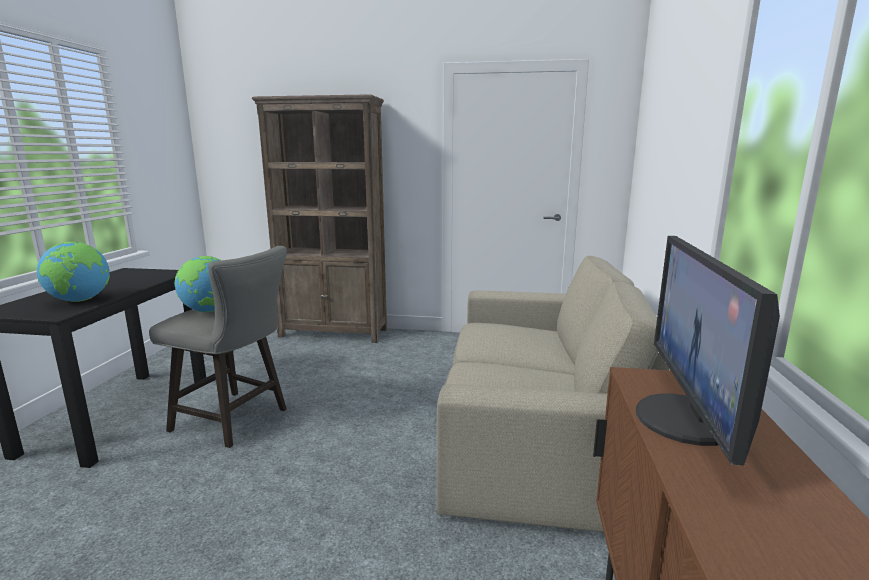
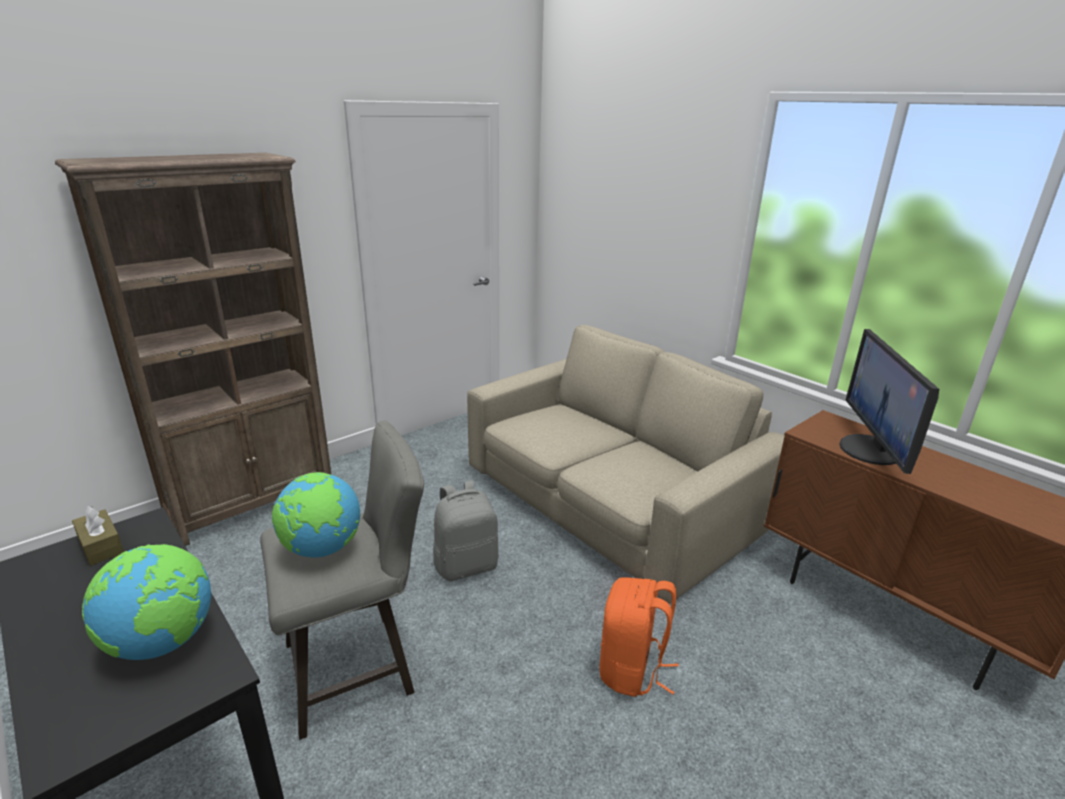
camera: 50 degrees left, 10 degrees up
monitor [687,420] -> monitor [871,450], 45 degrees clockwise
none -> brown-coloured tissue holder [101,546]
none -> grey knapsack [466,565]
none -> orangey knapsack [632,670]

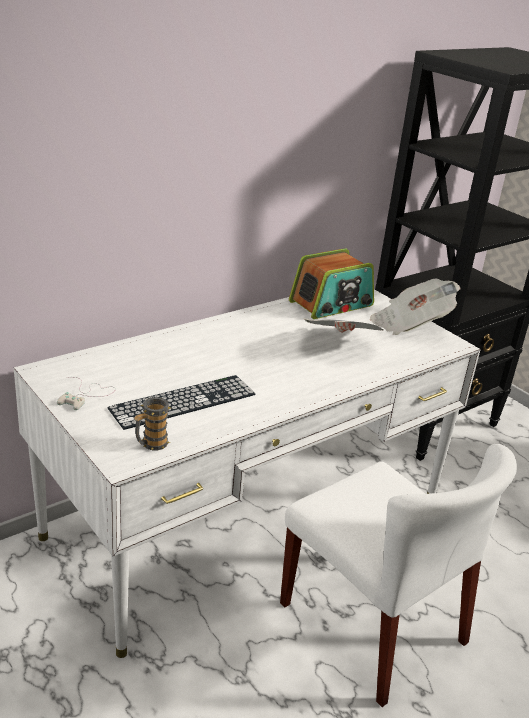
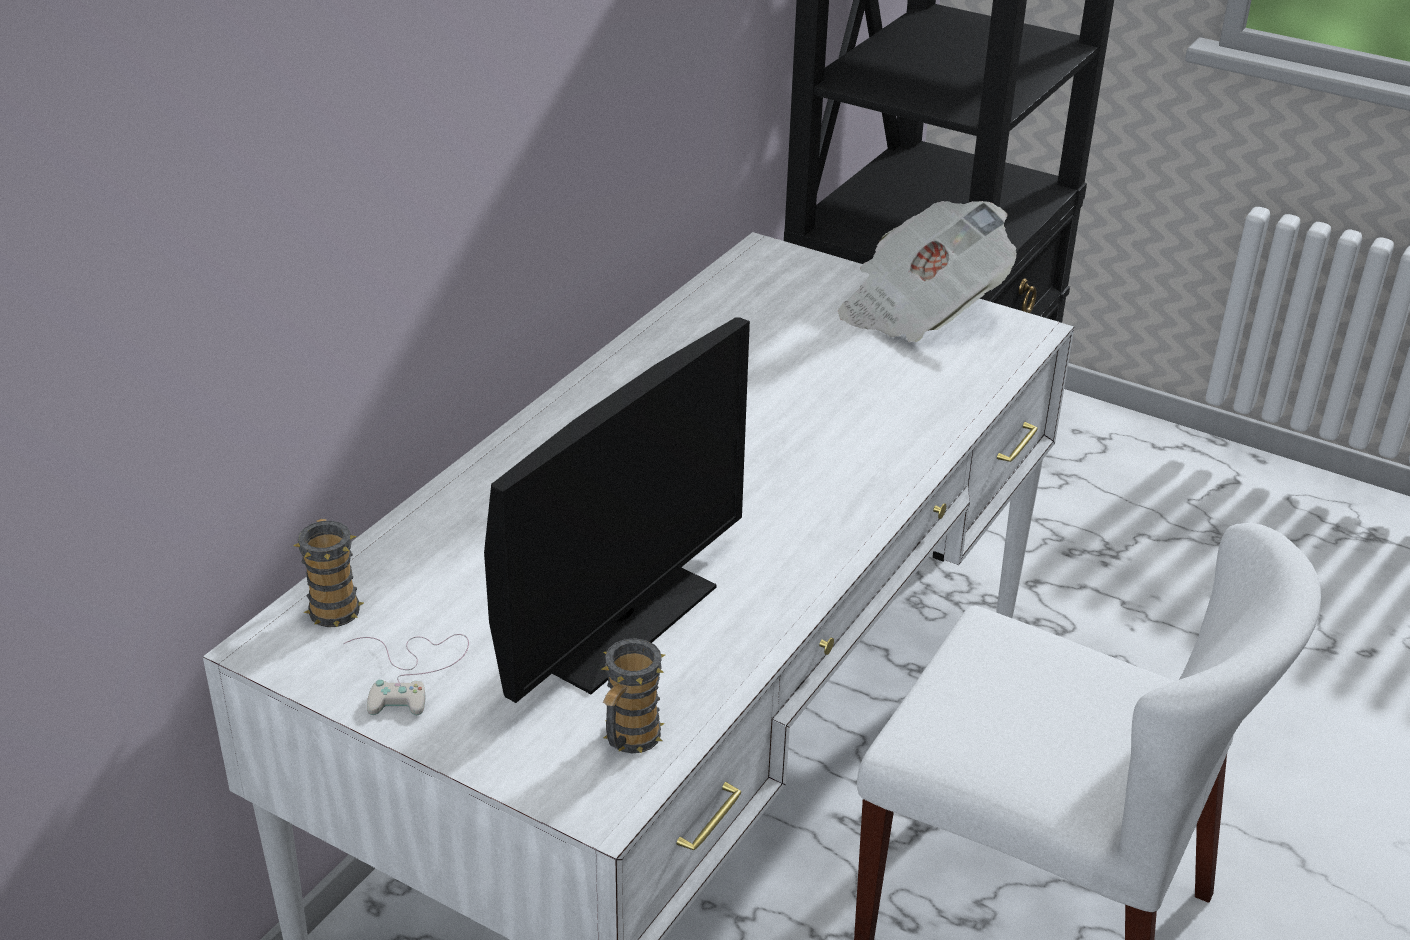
camera: 20 degrees left, 5 degrees up
PC keyboard [183,401] -> monitor [620,620]
radio set [331,304] -> none
newspaper [339,344] -> none
none -> mug [333,604]

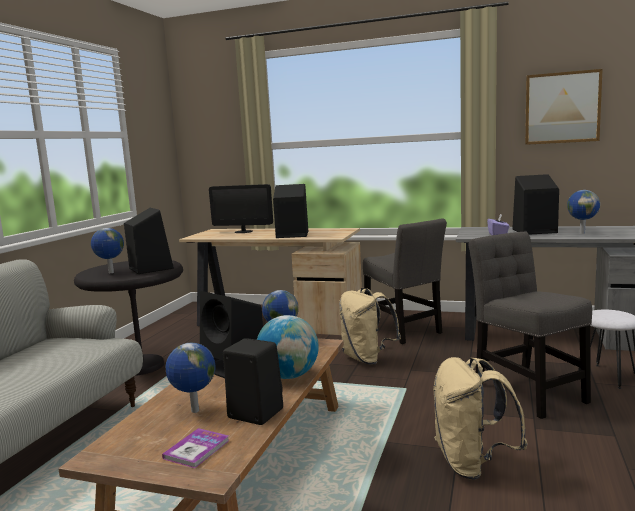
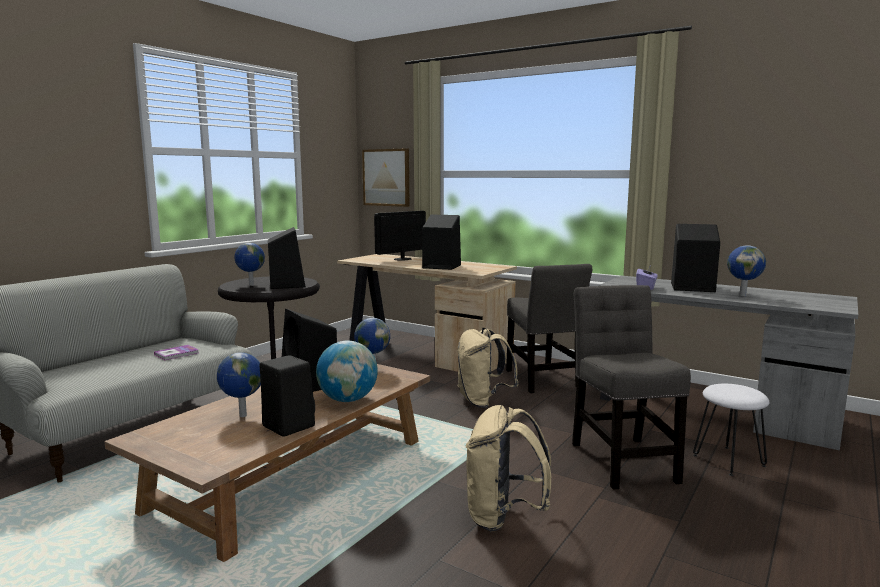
camera: 15 degrees right, 0 degrees up
bound book [196,449] -> bound book [176,354], shifted
monitor [243,231] -> monitor [402,259], 105 degrees clockwise
picture [562,108] -> picture [386,177], shifted

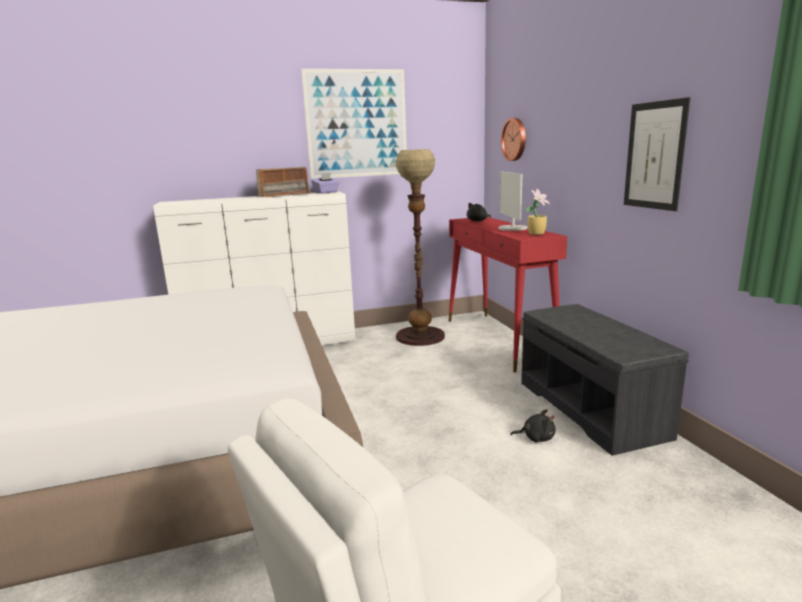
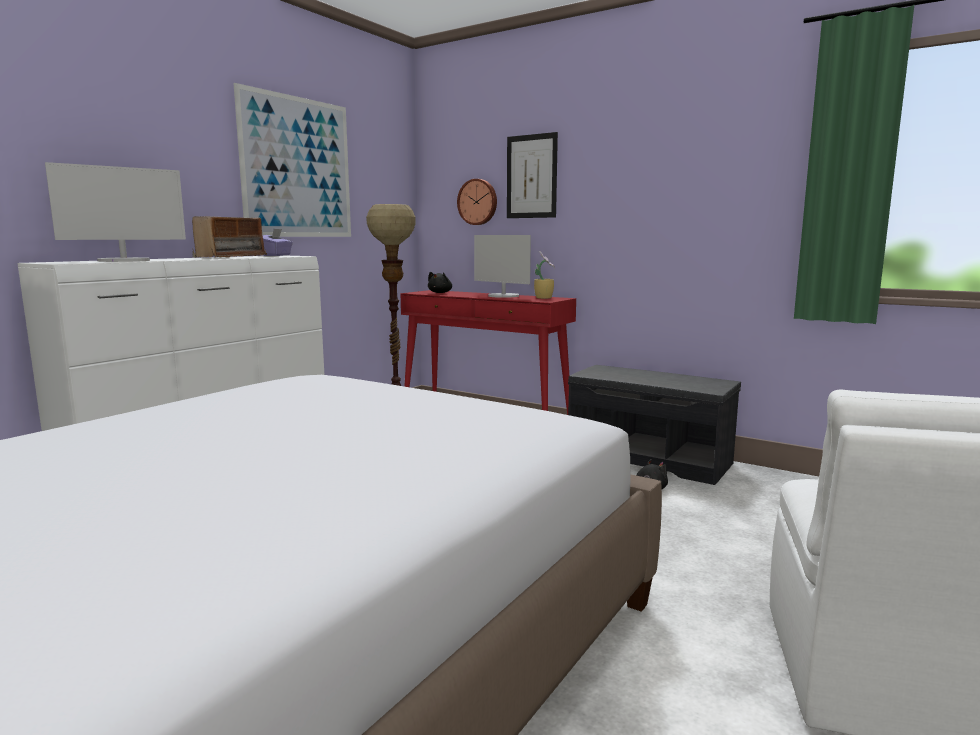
camera: 40 degrees left, 5 degrees down
picture [654,155] -> picture [531,176], shifted
none -> monitor [124,261]

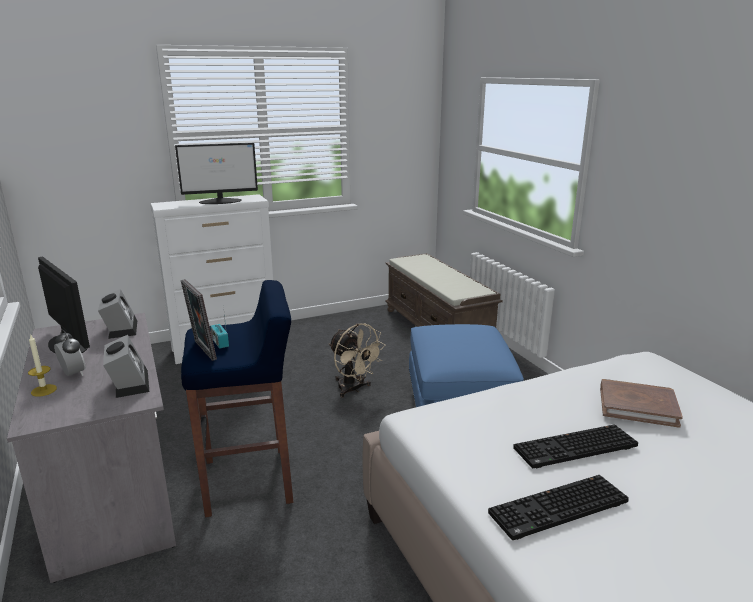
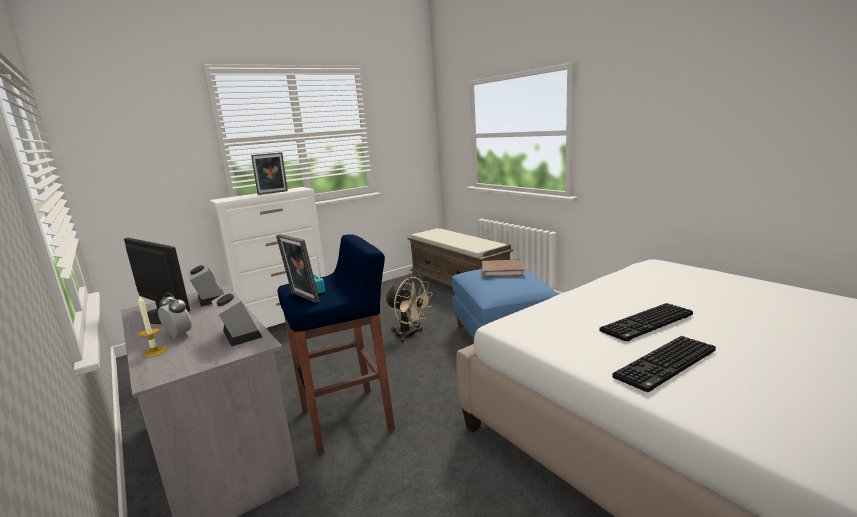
camera: 10 degrees left, 5 degrees down
monitor [221,201] -> standing frame [273,193]
brown-coloured bound book [637,406] -> brown-coloured bound book [502,271], shifted

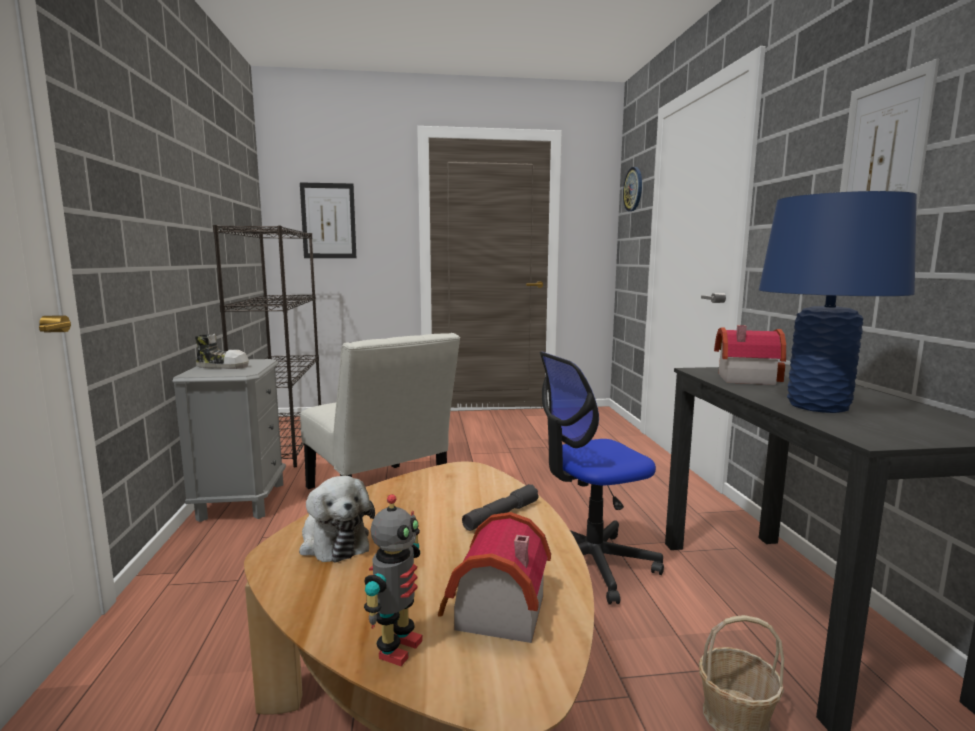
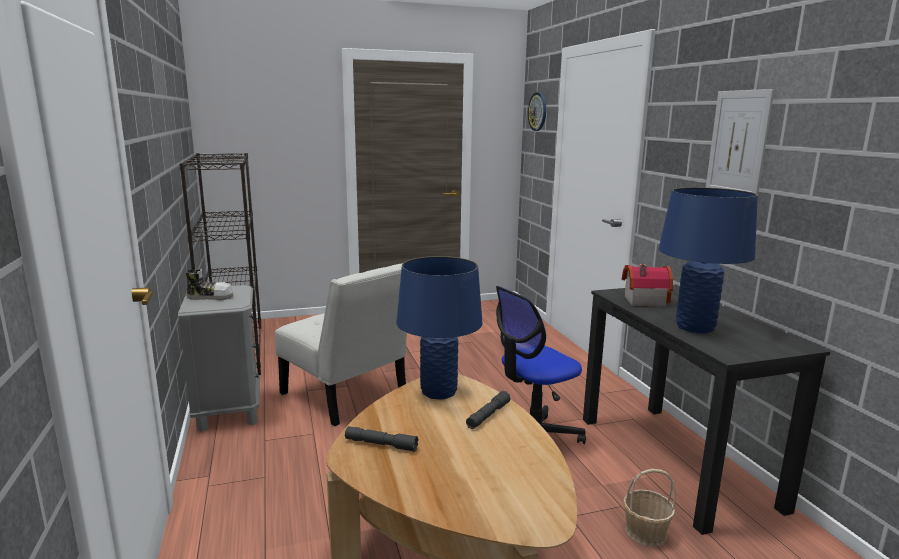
camera: 10 degrees left, 5 degrees up
soft toy [333,541] -> grey hand torch [381,444]
picture [328,221] -> none
robot figure [397,648] -> none
toy house [493,613] -> none
none -> bluish table lamp [438,392]

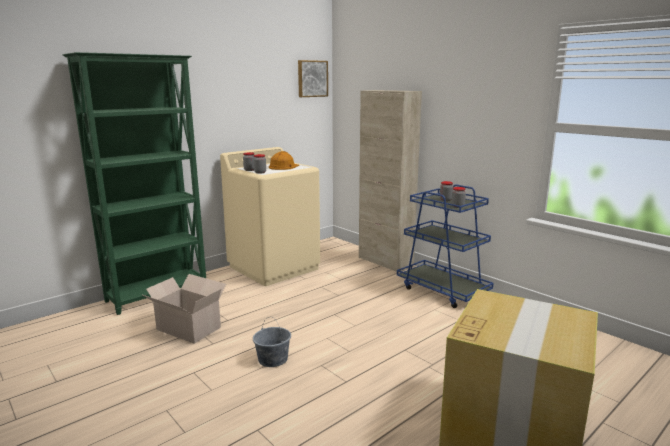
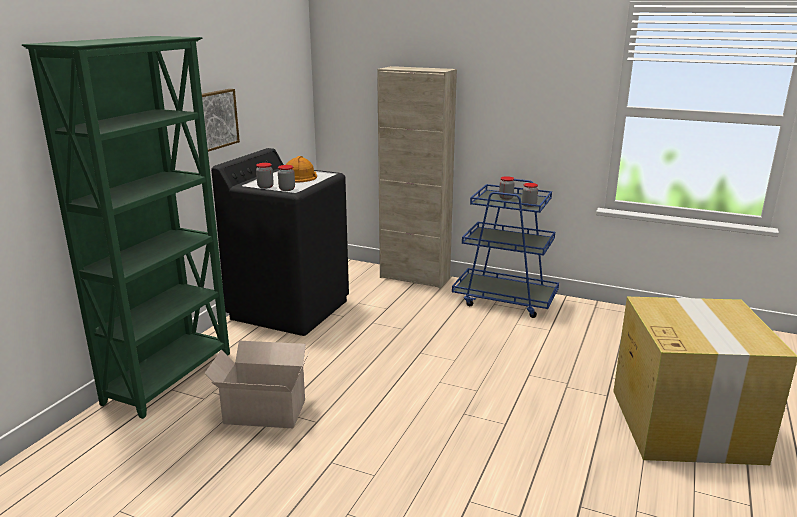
camera: 25 degrees left, 5 degrees up
sand-coloured laundry appliance [274,267] -> black laundry appliance [290,309]
grey water bucket [272,359] -> none
picture [312,78] -> picture [215,119], shifted

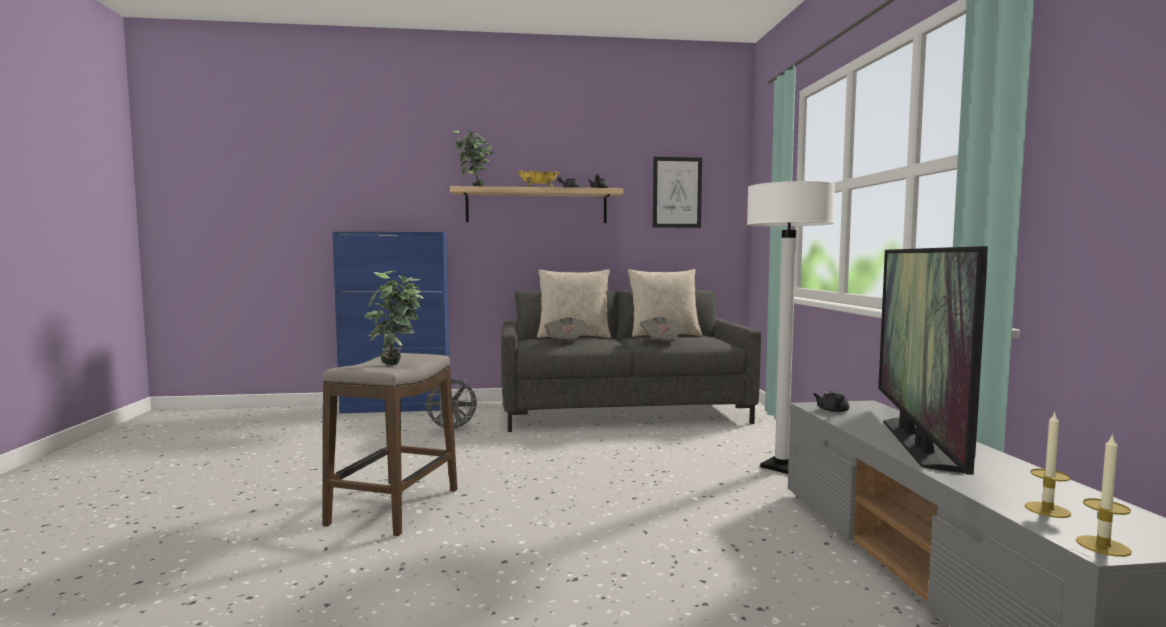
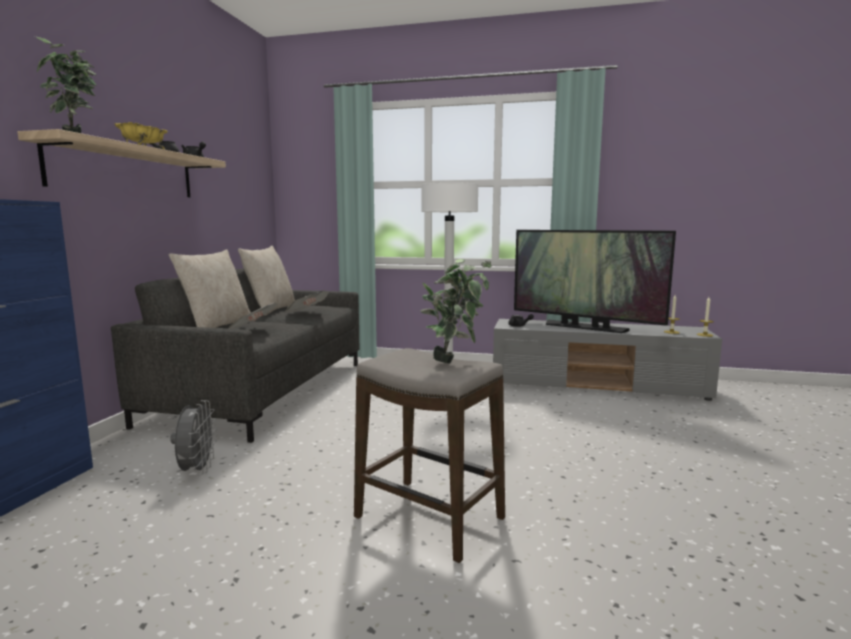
camera: 70 degrees left, 5 degrees up
picture [677,192] -> none

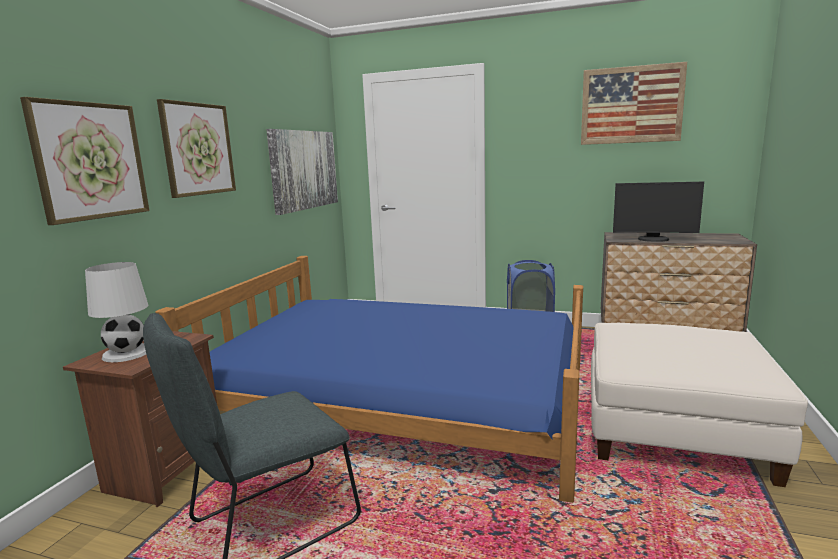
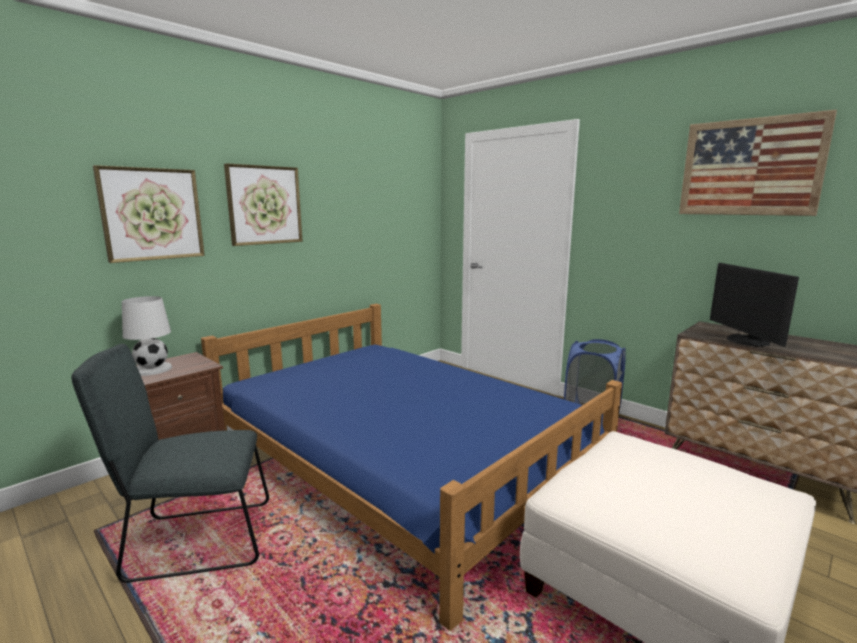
camera: 25 degrees right, 0 degrees up
picture [304,170] -> none
monitor [653,239] -> monitor [746,341], 45 degrees clockwise

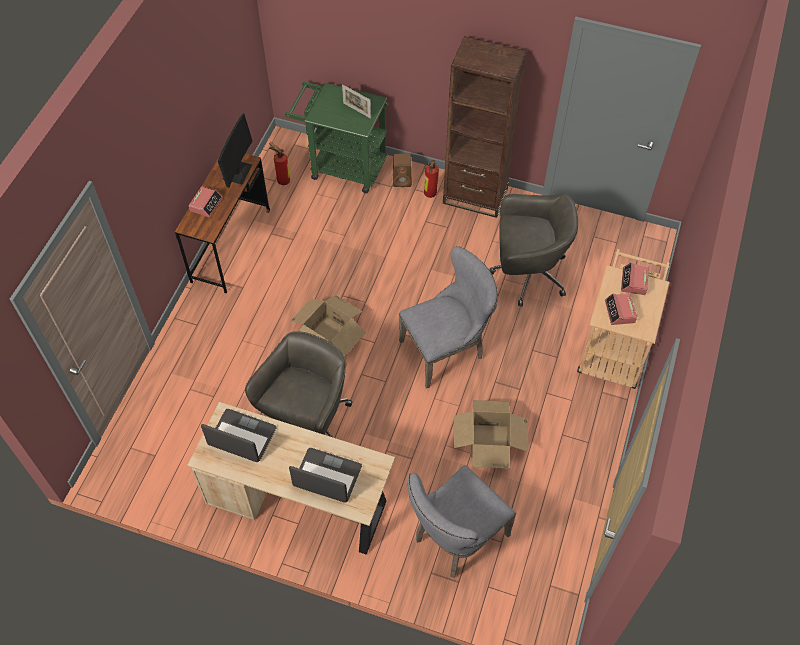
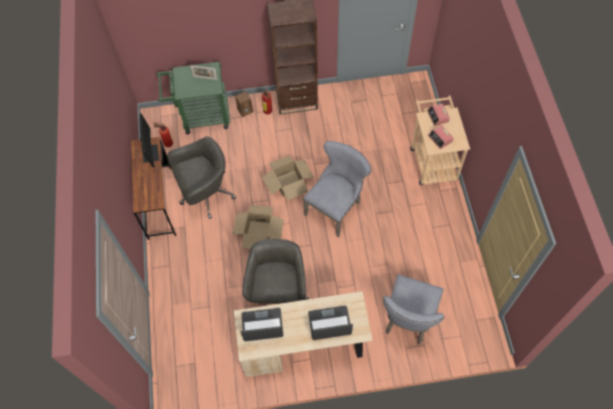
camera: 25 degrees left, 5 degrees up
alarm clock [206,204] -> none
packing box [489,441] -> packing box [289,183], shifted
grey desk chair [527,274] -> grey desk chair [205,194], shifted

